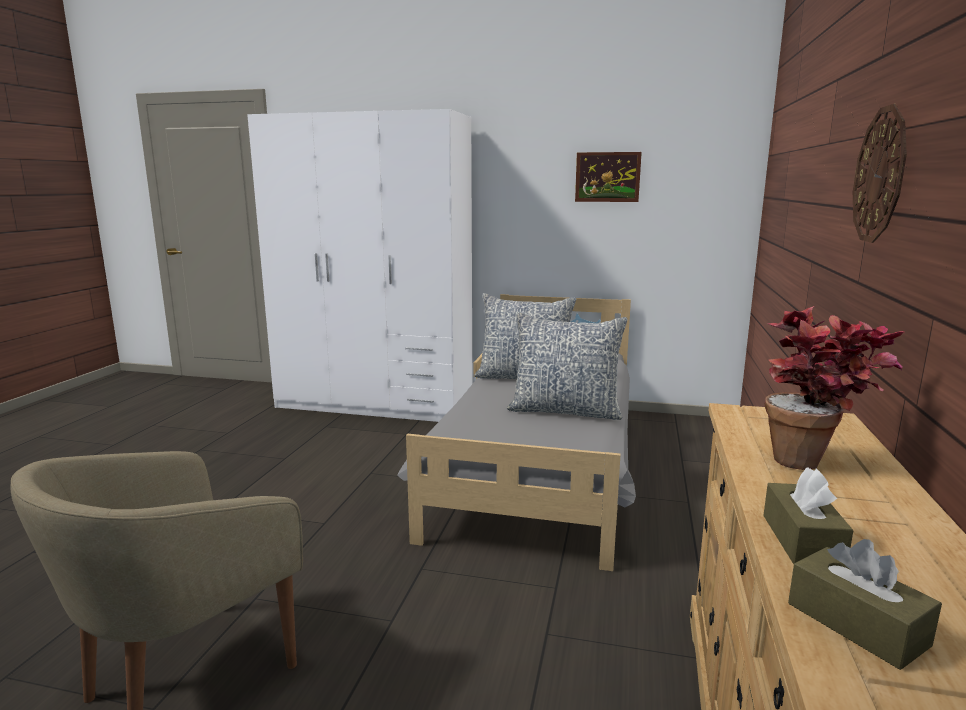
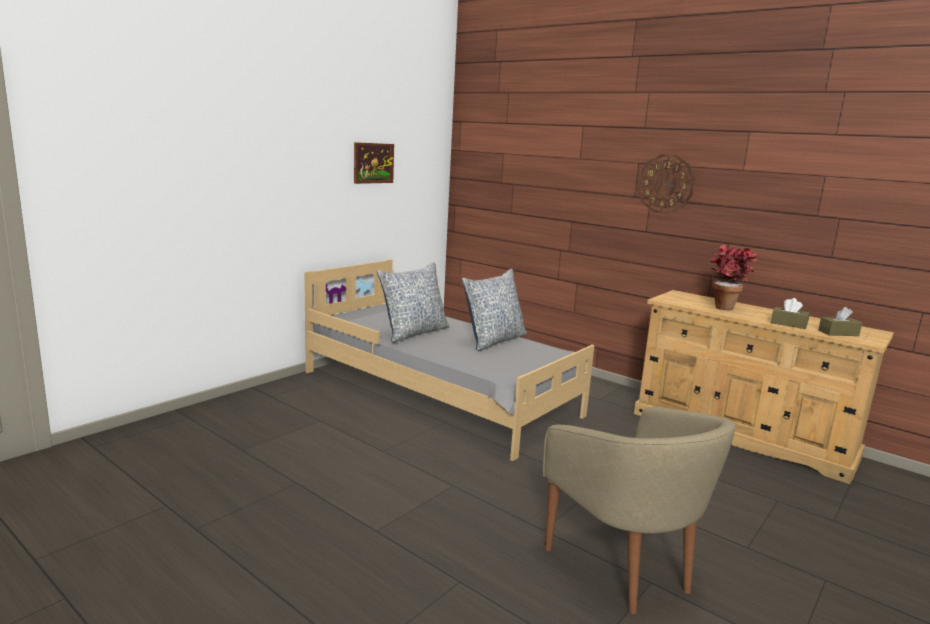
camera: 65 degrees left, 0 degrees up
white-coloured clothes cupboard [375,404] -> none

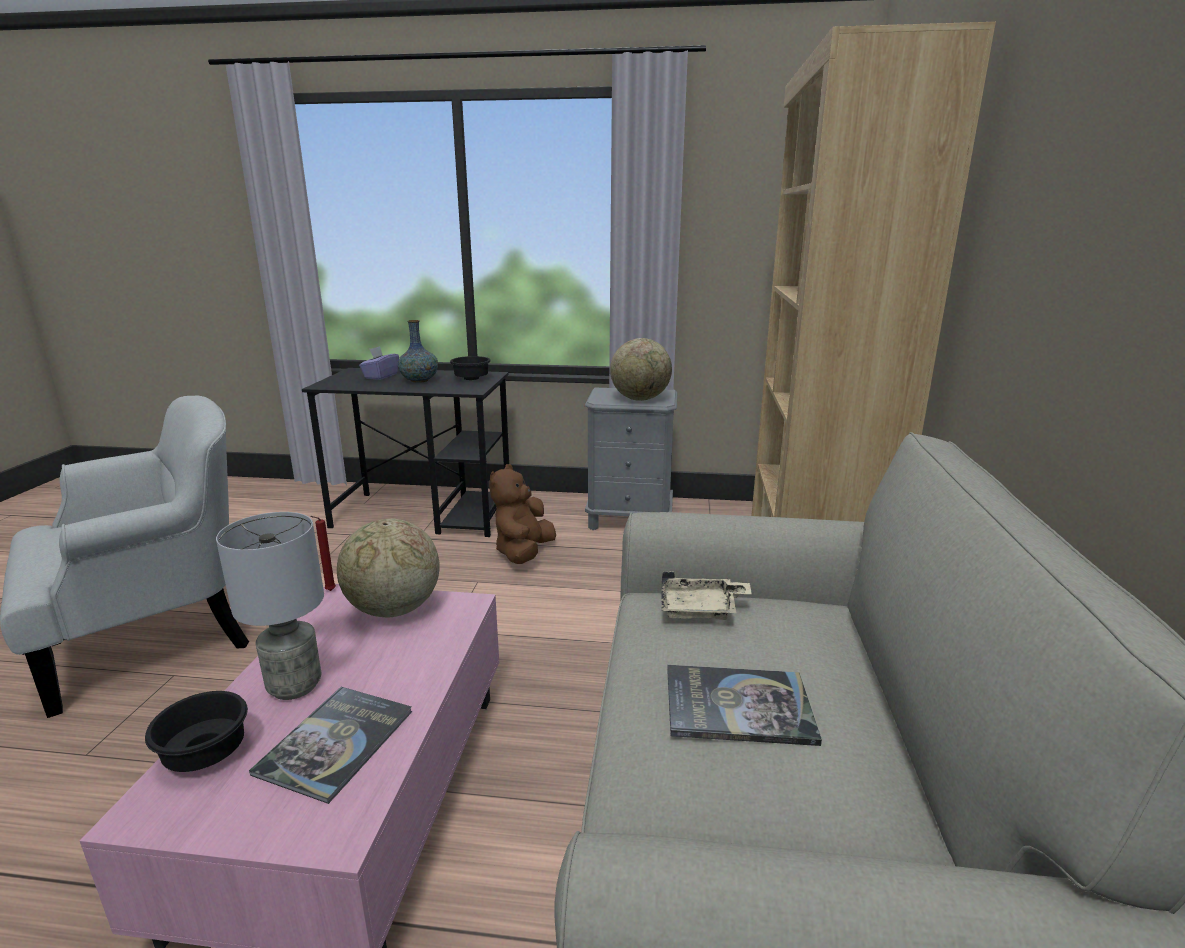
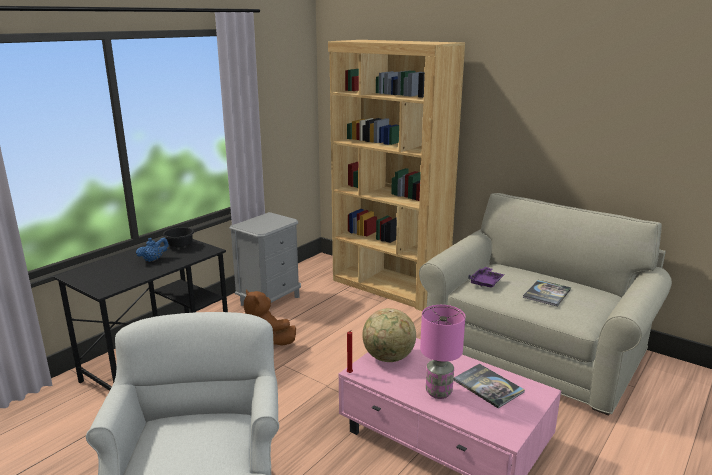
camera: 60 degrees left, 0 degrees up
black bowl [209,752] -> none
grey table lamp [293,686] -> pink-coloured table lamp [438,392]
purple-coloured tissue holder [380,376] -> none
decorative vase [419,380] -> bluish teapot [153,259]
desk globe [640,399] -> none
sand-coloured serving tray [700,609] -> purple-coloured serving tray [486,282]

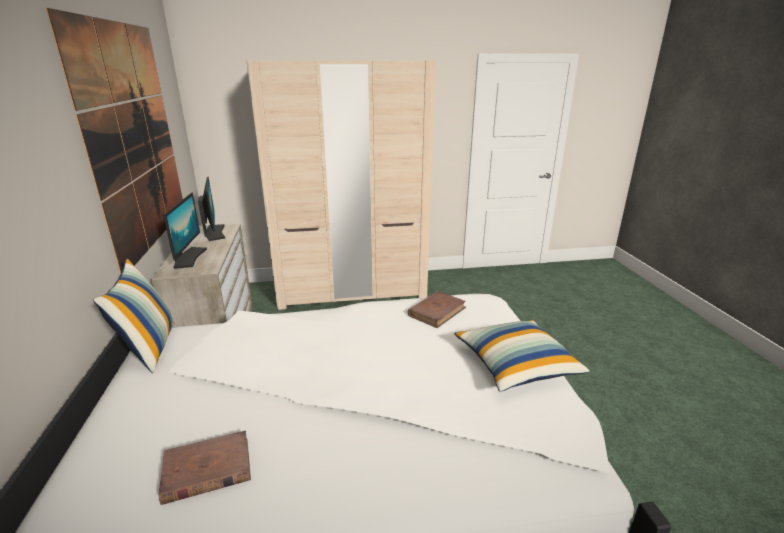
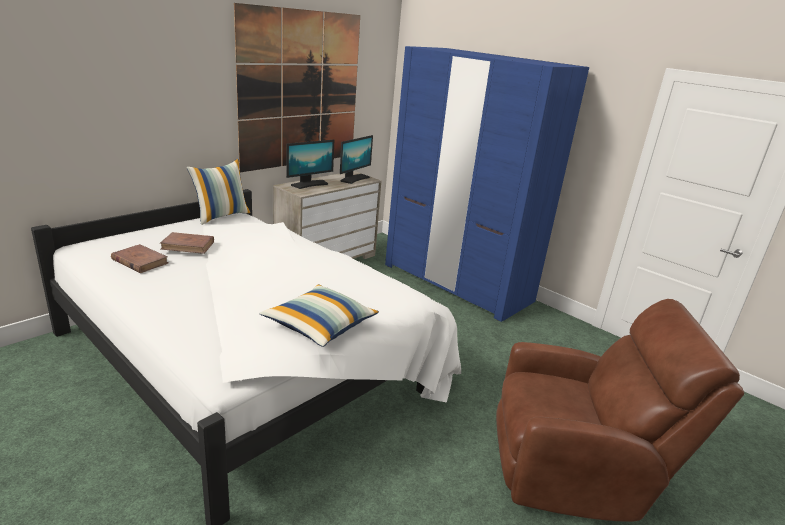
camera: 50 degrees right, 0 degrees up
sand-coloured clothes cupboard [351,290] -> bluish clothes cupboard [456,283]
brown-coloured bound book [437,311] -> brown-coloured bound book [188,245], shifted
none -> brown-coloured easy chair [575,469]

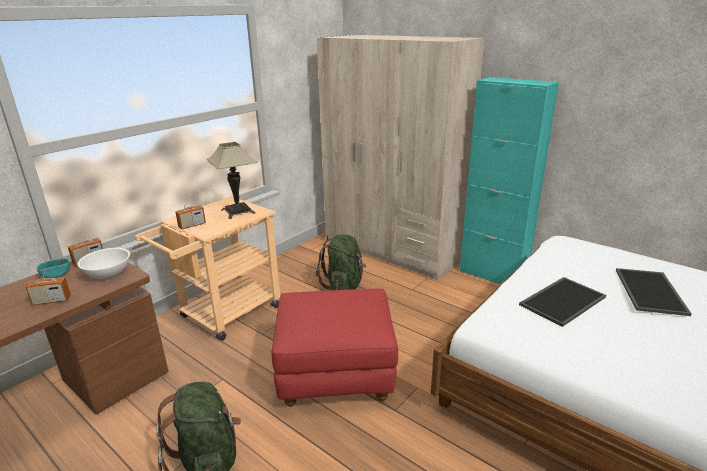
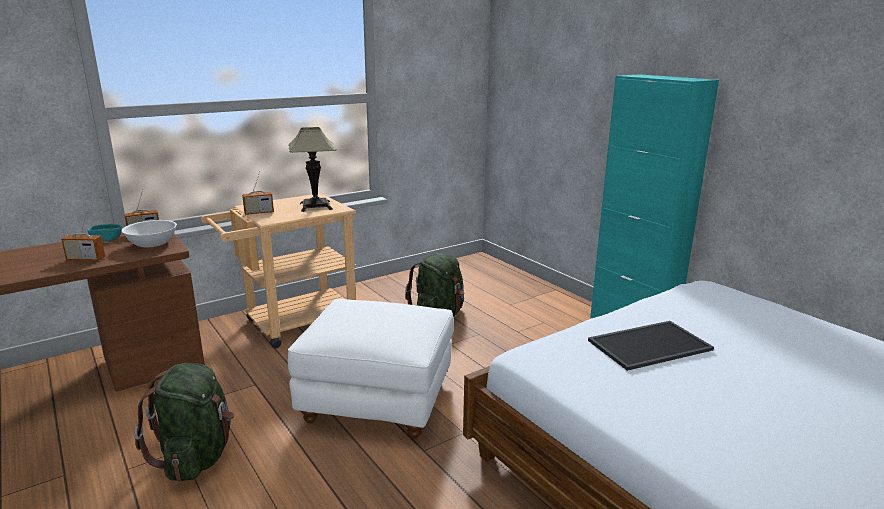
camera: 15 degrees right, 5 degrees down
red-coloured pouffe [336,373] -> white-coloured pouffe [378,401]
sand-coloured clothes cupboard [392,250] -> none
serving tray [651,292] -> none

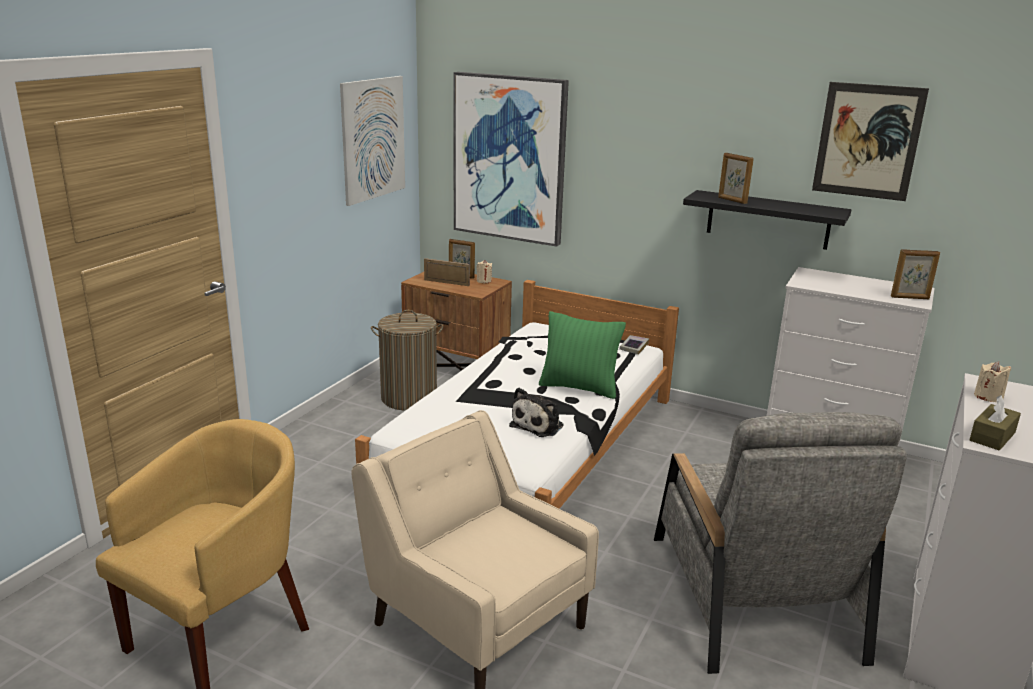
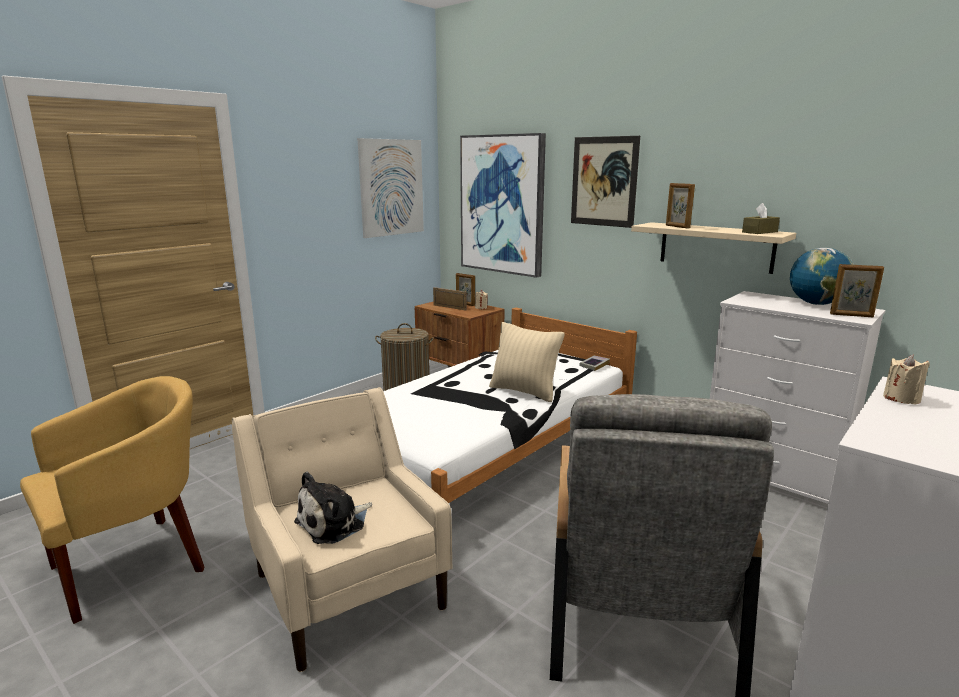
camera: 15 degrees right, 5 degrees down
soft toy [539,425] -> soft toy [334,523], shifted
greenish pillow [579,388] -> sand-coloured pillow [524,391]
black shelf [768,220] -> sand-coloured shelf [716,247]
picture [867,141] -> picture [604,181], shifted
brown-coloured tissue holder [992,436] -> brown-coloured tissue holder [759,232], shifted
none -> desk globe [816,304]

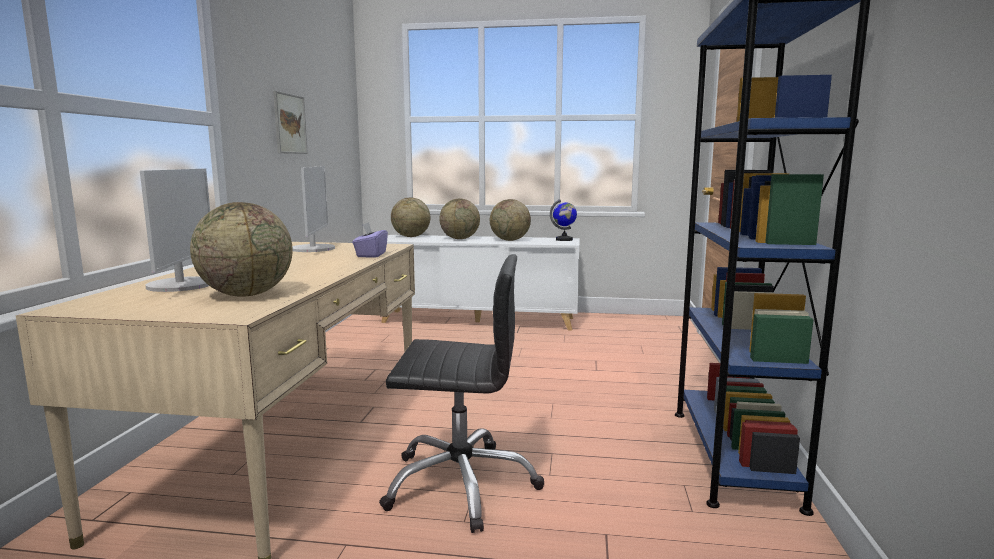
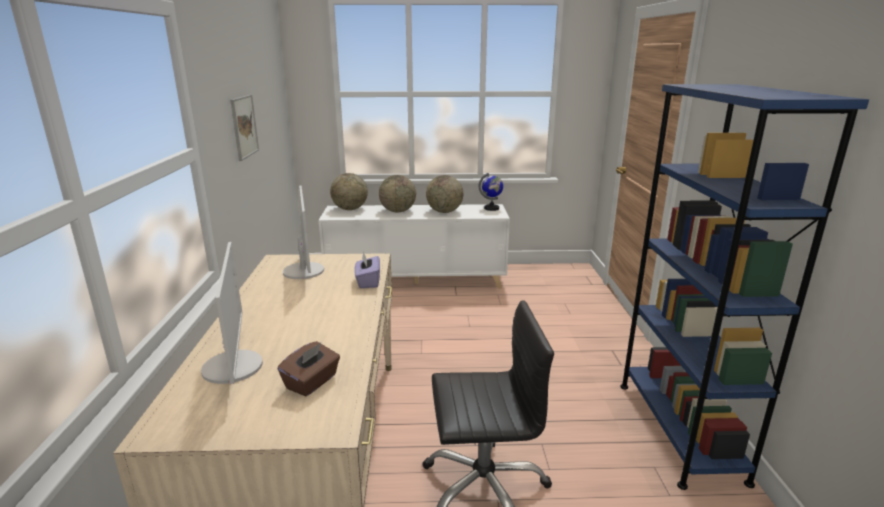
camera: 10 degrees left, 10 degrees up
desk globe [246,294] -> brown-coloured tissue holder [312,382]

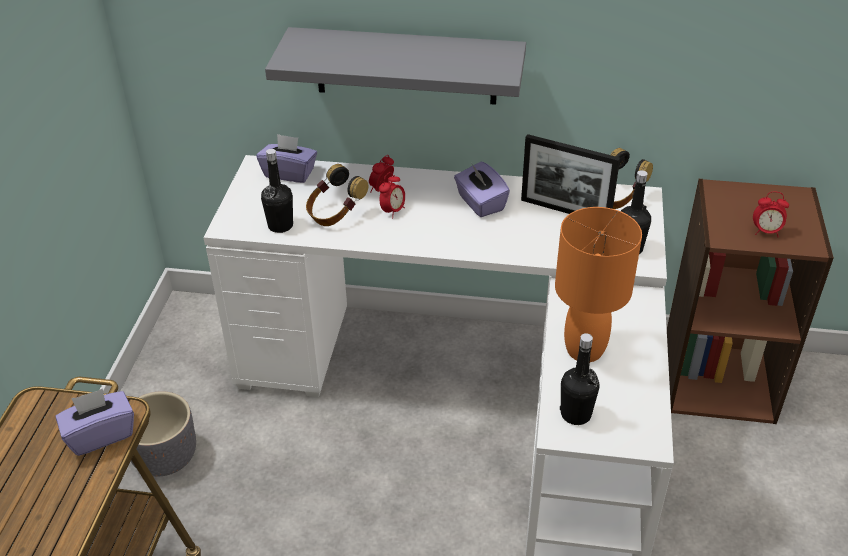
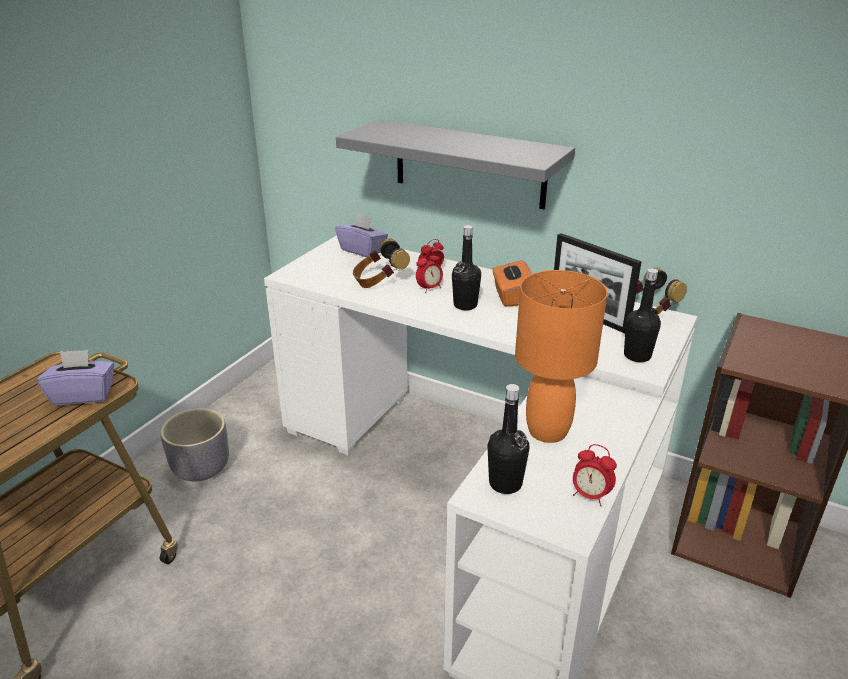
camera: 20 degrees right, 10 degrees down
black bottle [280,226] -> black bottle [465,305], shifted
purple-coloured tissue holder [480,203] -> orangey tissue holder [511,297]
alarm clock [766,232] -> alarm clock [590,496], shifted

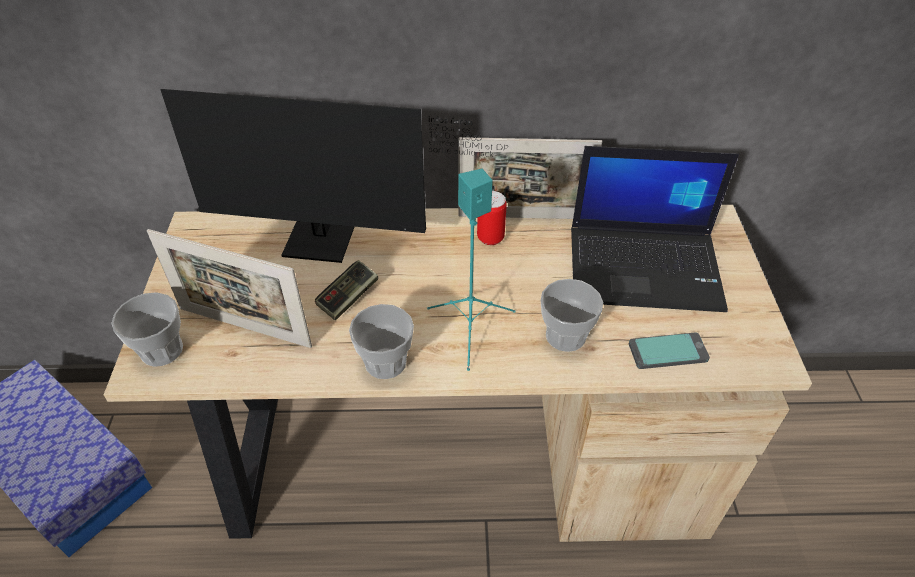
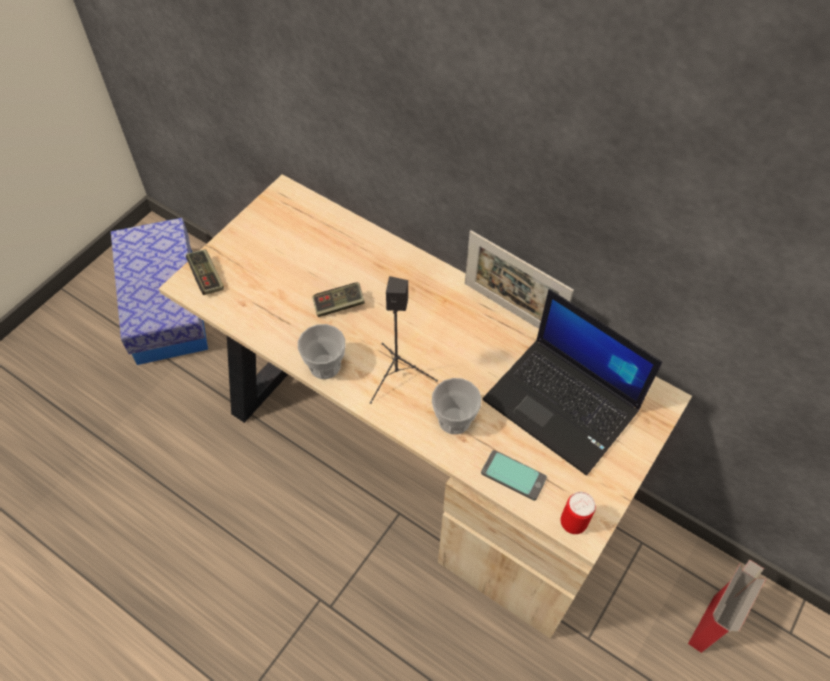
camera: 35 degrees right, 10 degrees up
cup [162,350] -> gamepad [206,277]
standing frame [244,327] -> none
monitor [330,242] -> none
turquoise-coloured loudspeaker [470,329] -> black loudspeaker [396,376]
sealed can [490,238] -> sealed can [573,522], shifted
none -> packing box [708,622]

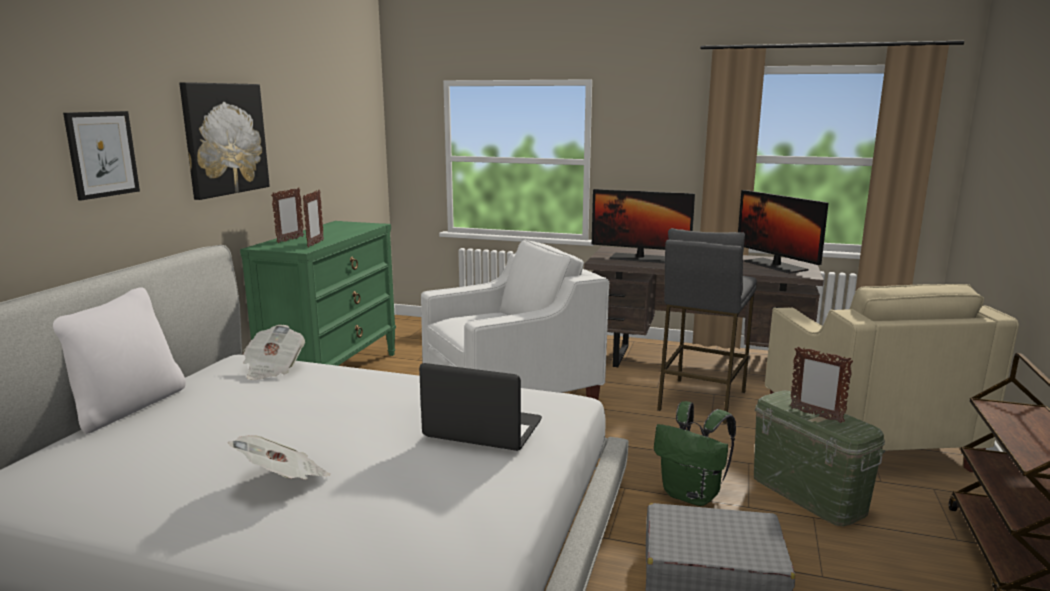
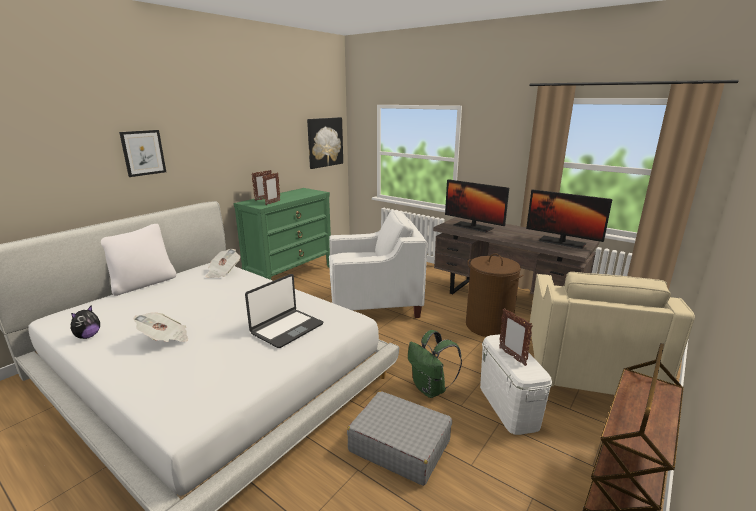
camera: 20 degrees right, 5 degrees up
picture [225,139] -> picture [325,142], shifted
portable computer [482,430] -> portable computer [286,328], 90 degrees clockwise
grey sitting stool [700,400] -> brown-coloured laundry basket [488,326]
monitor [775,265] -> monitor [562,242], 45 degrees counterclockwise
greenish storage box [808,494] -> white-coloured storage box [508,406]
none -> soft toy [88,336]

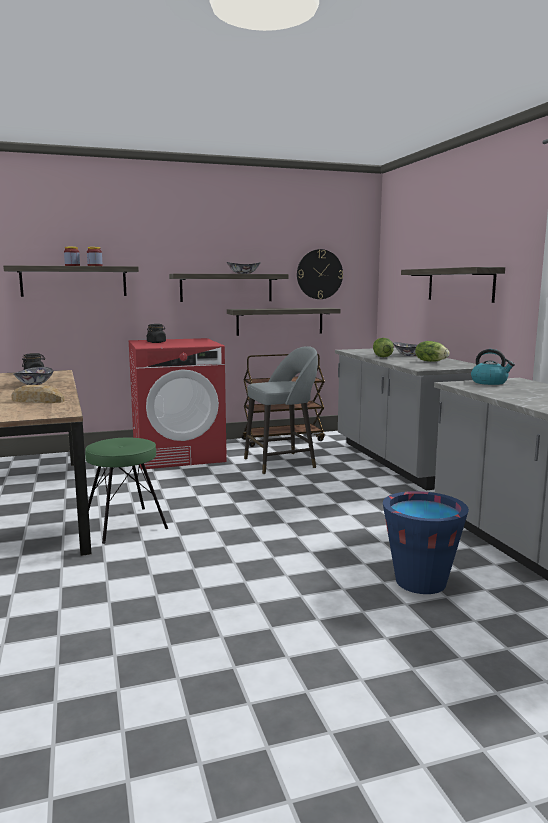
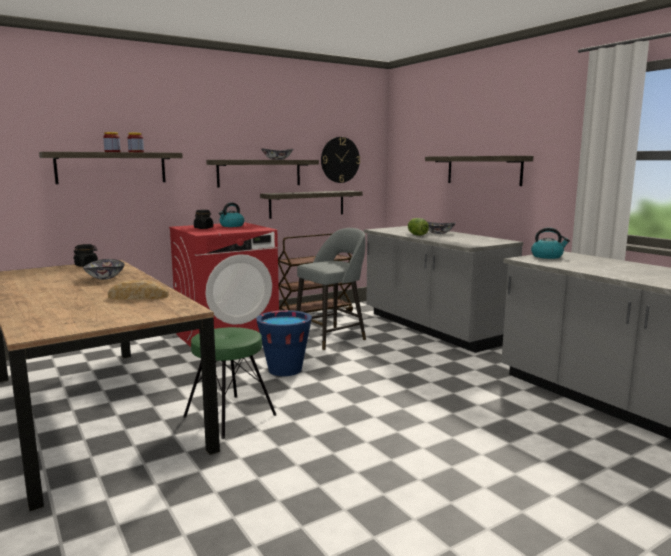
camera: 15 degrees left, 0 degrees up
bluish water bucket [420,582] -> bluish water bucket [285,370], shifted
lettuce head [431,361] -> none
none -> kettle [231,226]

